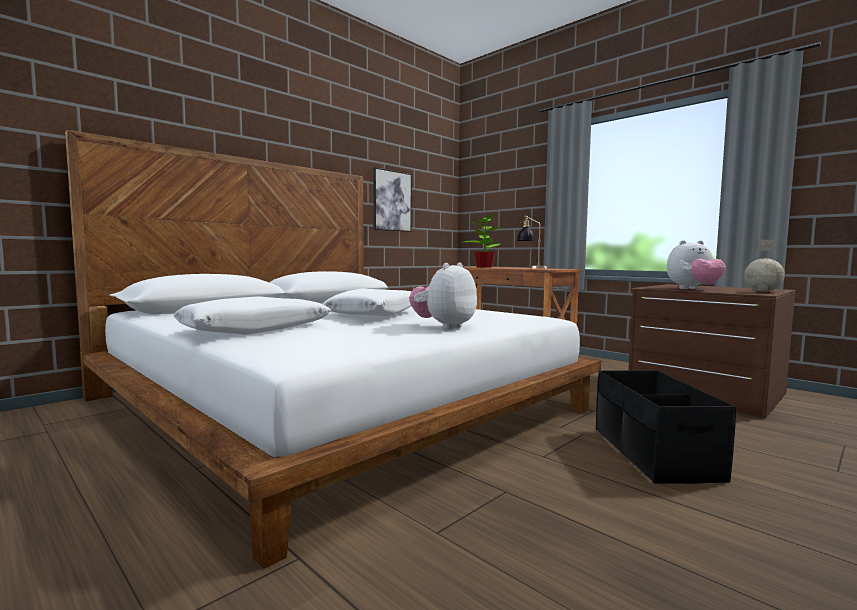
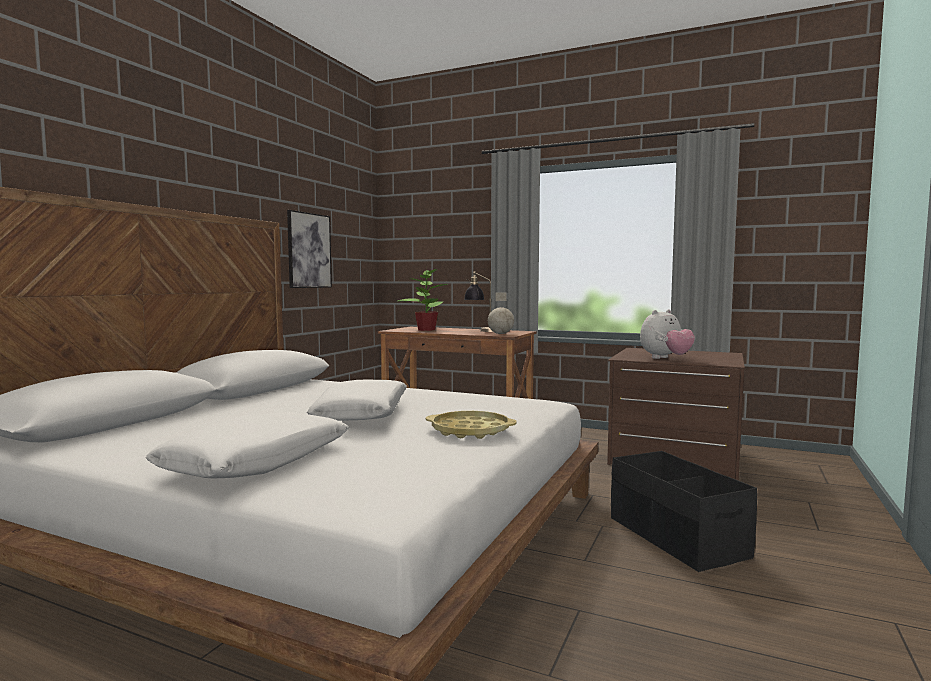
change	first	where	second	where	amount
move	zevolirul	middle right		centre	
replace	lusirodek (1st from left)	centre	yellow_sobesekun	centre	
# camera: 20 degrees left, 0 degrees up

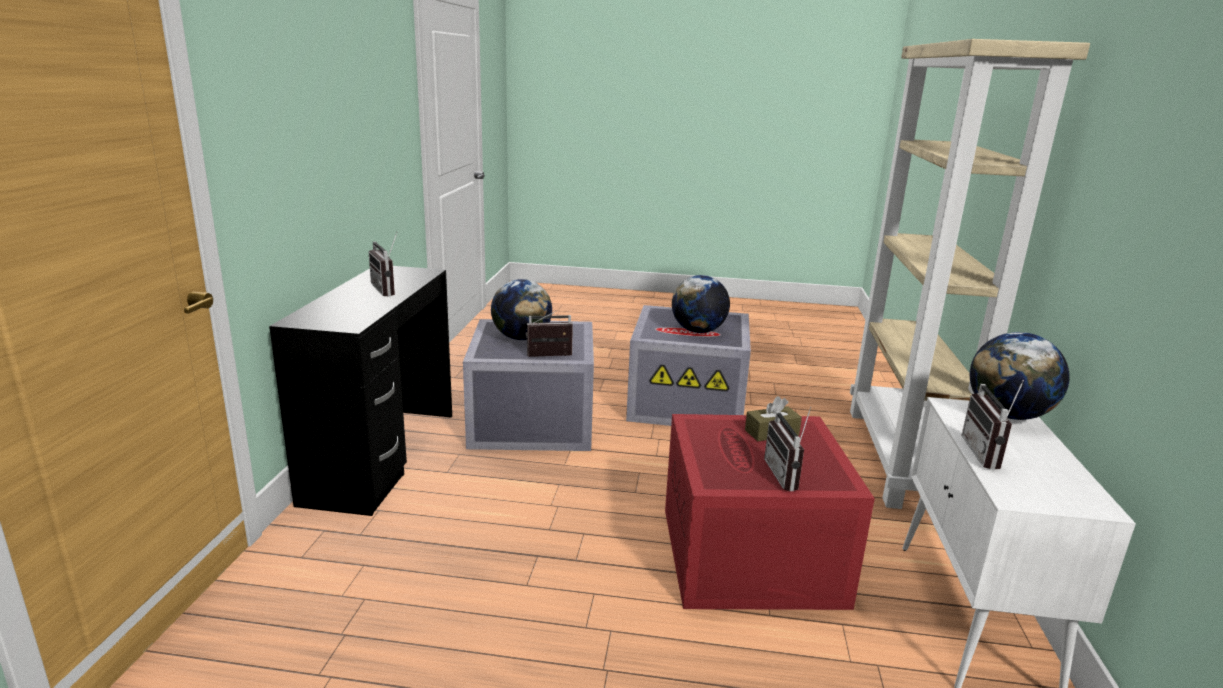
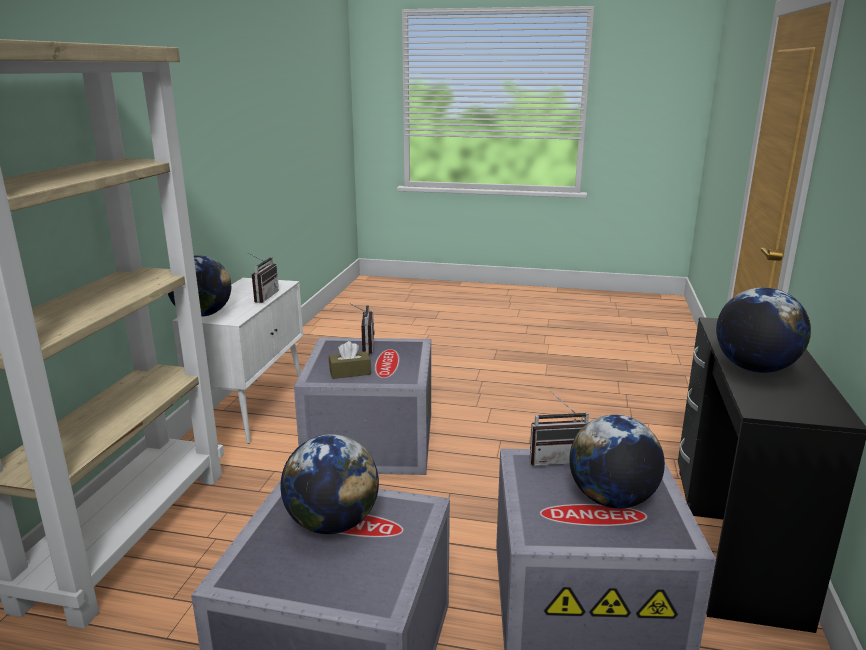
change	first	where	second	where	amount
replace	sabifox (1st from left)	middle left	zevolirul (4th from left)	middle right	
recolor	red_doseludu	bottom centre	grey_doseludu (2nd from left)	centre	
# camera: 175 degrees left, 0 degrees up

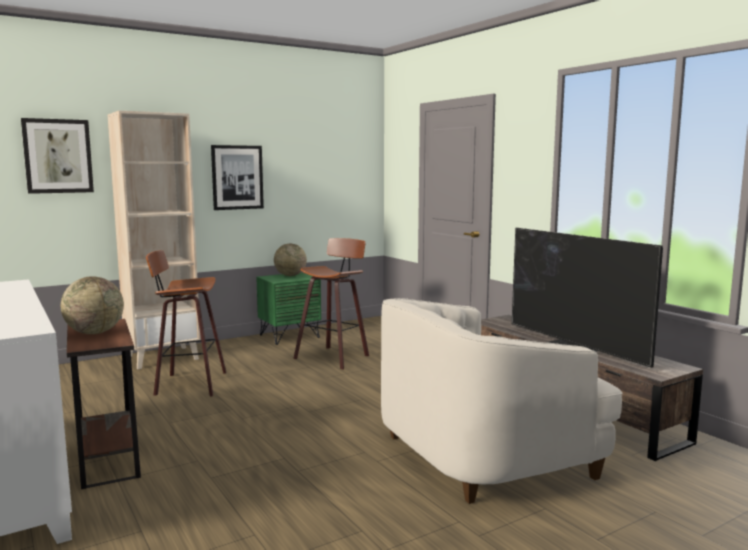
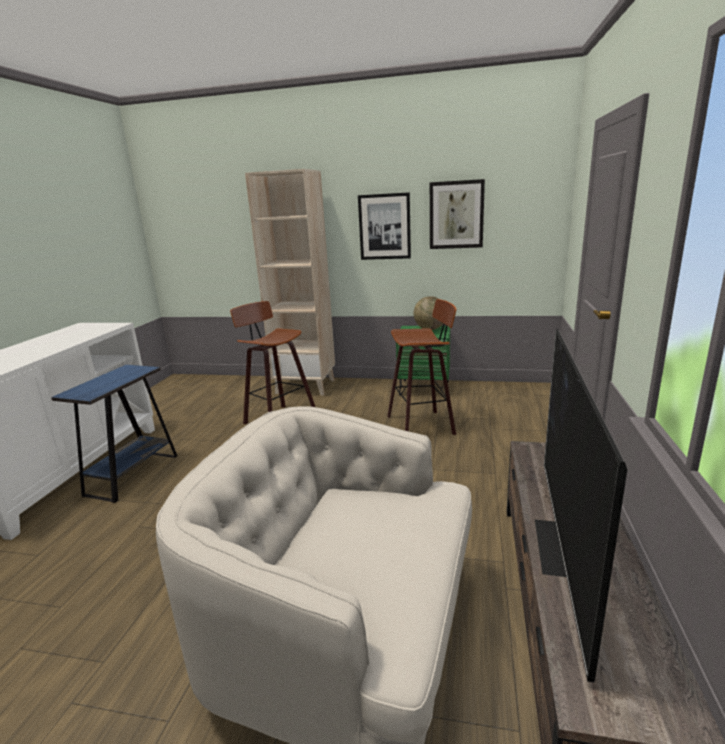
change	first	where	second	where	amount
move	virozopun (1st from left in the first image)	top left	virozopun (2nd from left)	top centre	
delete	zevolirul (1st from left)	middle left			
recolor	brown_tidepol	bottom left	blue_tidepol	middle left	
# camera: 45 degrees right, 10 degrees up

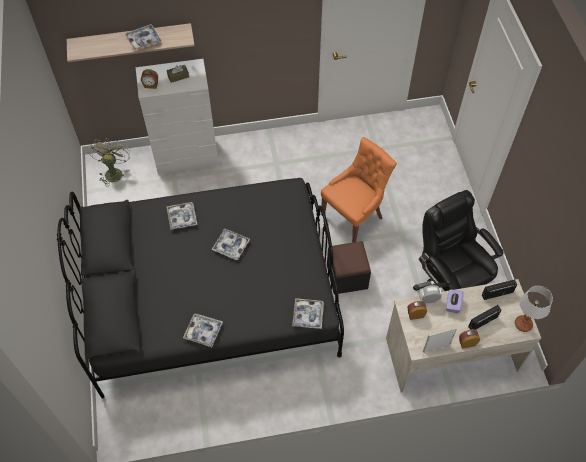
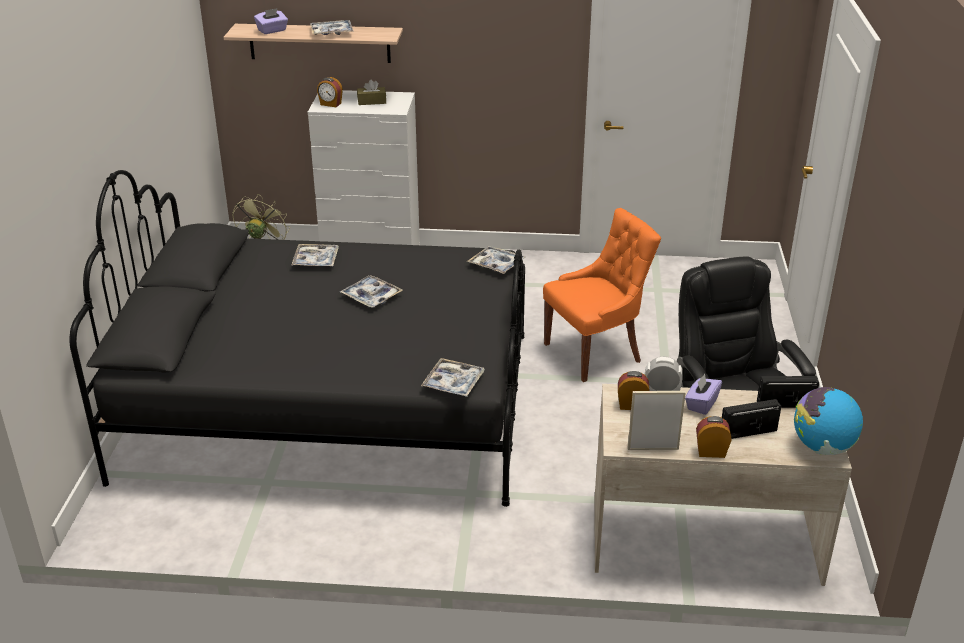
change	first	where	second	where	amount
delete	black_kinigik	centre			
replace	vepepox	bottom right	zevolirul	middle right	
move	sobesekun (3rd from left in the first image)	bottom centre	sobesekun (5th from left)	centre	
insert			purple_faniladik (1st from left)	top left	
# camera: 15 degrees right, 25 degrees down

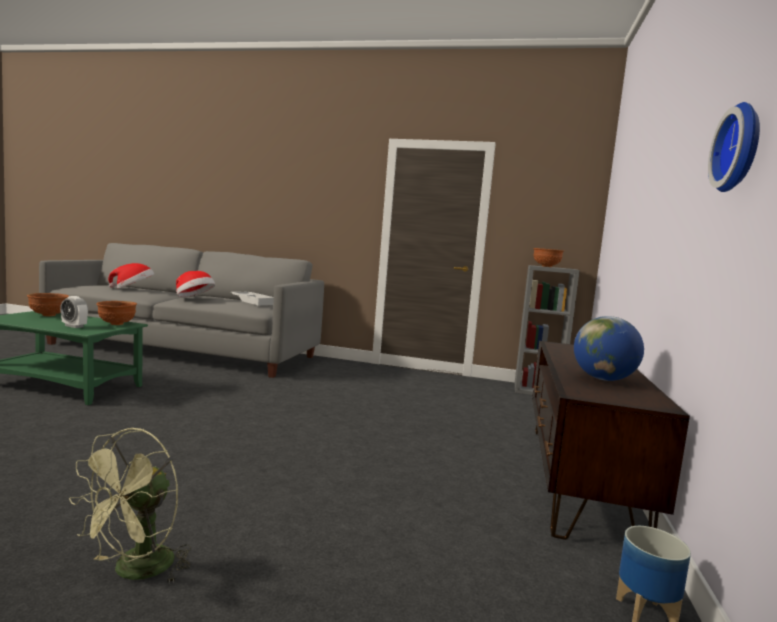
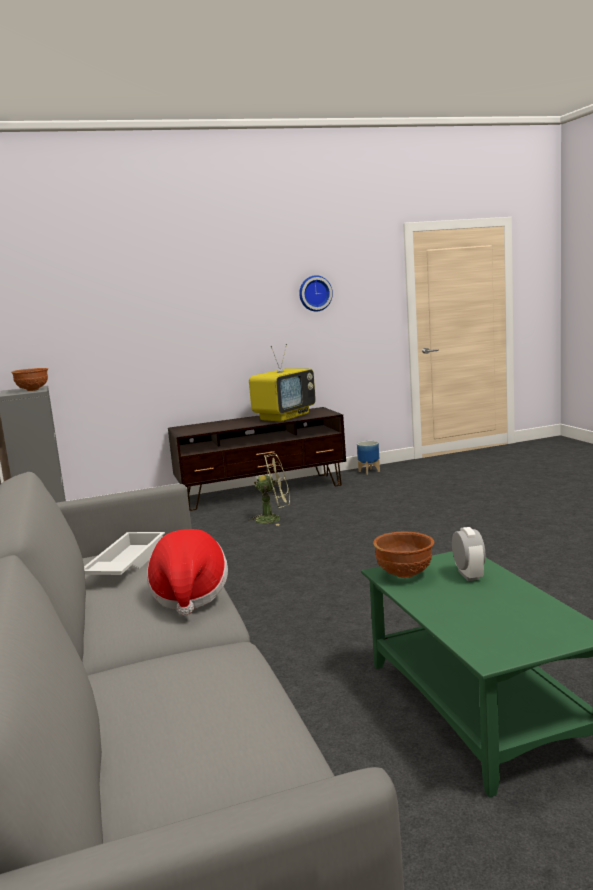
change	first	where	second	where	amount
delete	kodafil (1st from left)	middle left			
delete	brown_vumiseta (1st from left)	middle left			
replace	zevolirul	middle right	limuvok	centre	
move	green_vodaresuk	bottom left		centre	
# camera: 120 degrees left, 5 degrees up

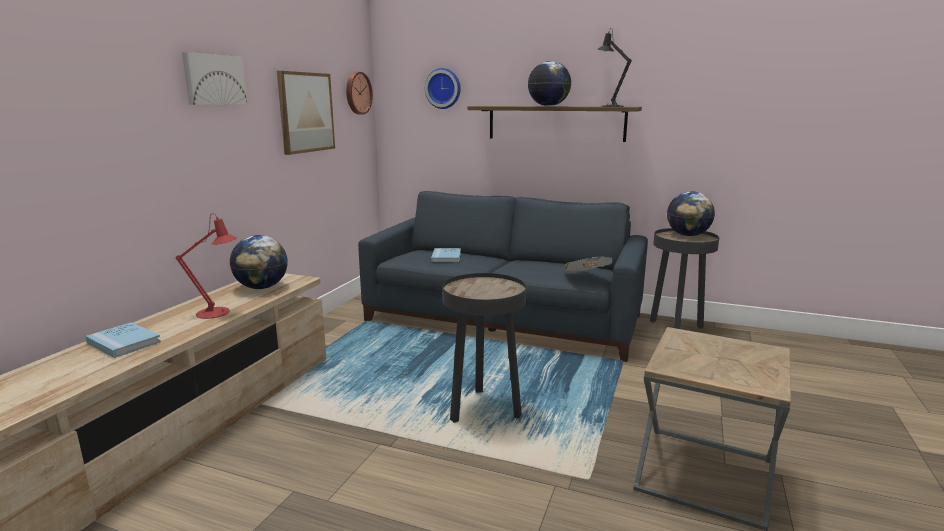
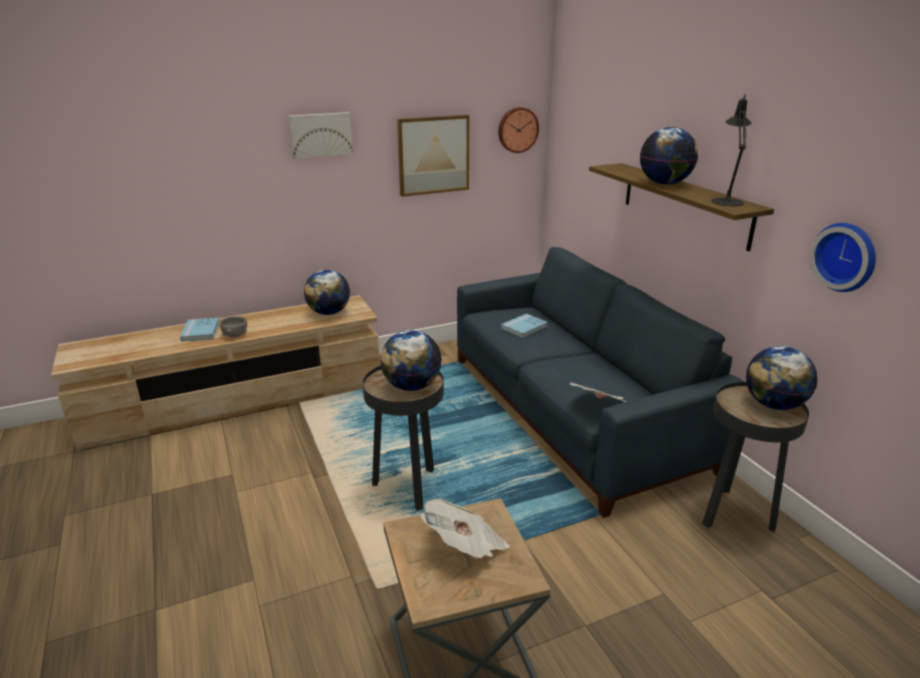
change	first	where	second	where	amount
move	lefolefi (2nd from left)	top centre		middle right	
delete	red_vepepox	middle left			
insert			grey_vumiseta	middle left	
insert			zevolirul (2nd from left)	centre	
insert			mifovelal (1st from left)	bottom centre	
# camera: 45 degrees right, 10 degrees up

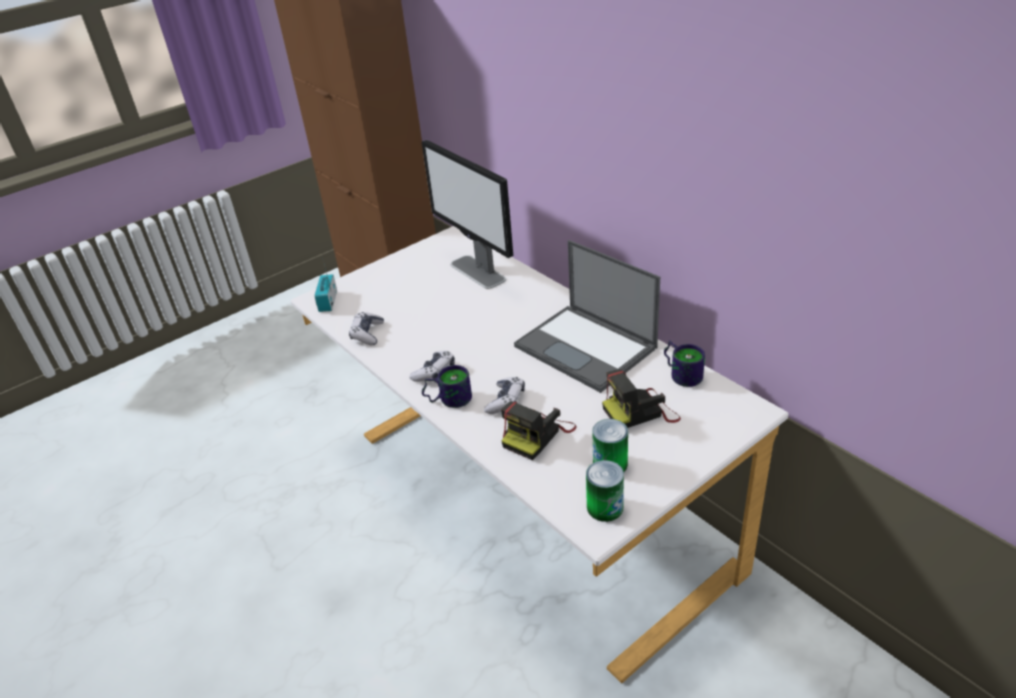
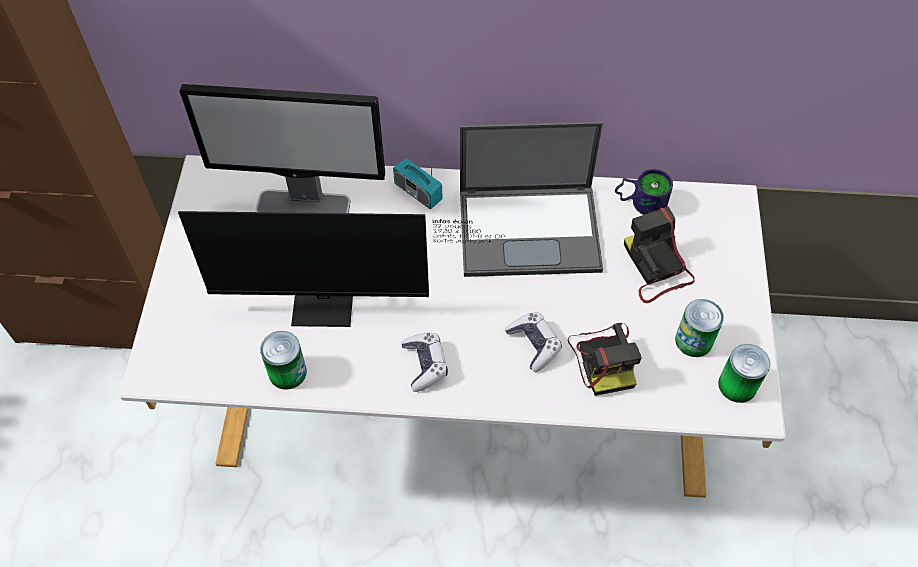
change	first	where	second	where	amount
move	sabifox	middle left		top centre	
replace	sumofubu (1st from left)	centre	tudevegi (1st from left)	middle left	
delete	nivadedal (1st from left)	centre			
rotate	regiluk (2nd from left)	centre		middle right	135 degrees clockwise
insert			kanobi (2nd from left)	centre	
# camera: 50 degrees left, 20 degrees up

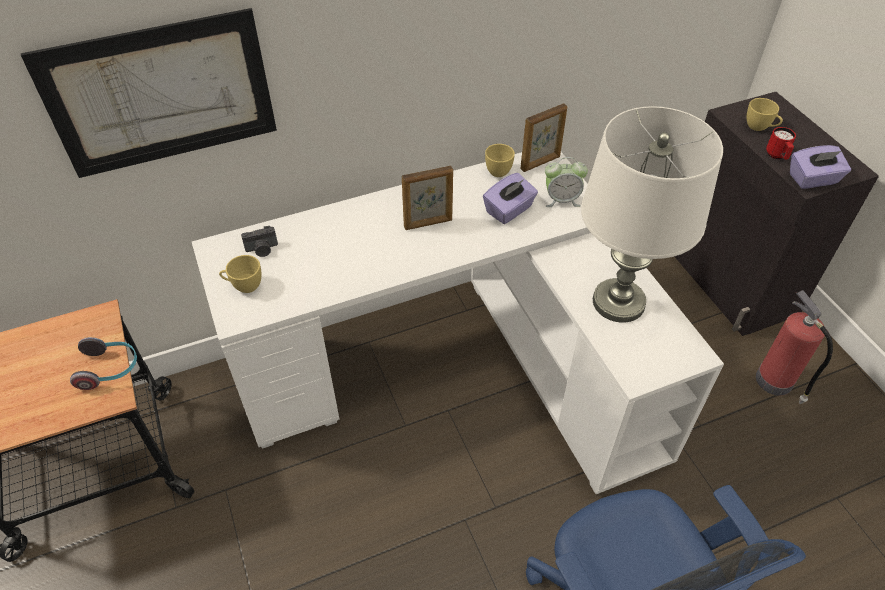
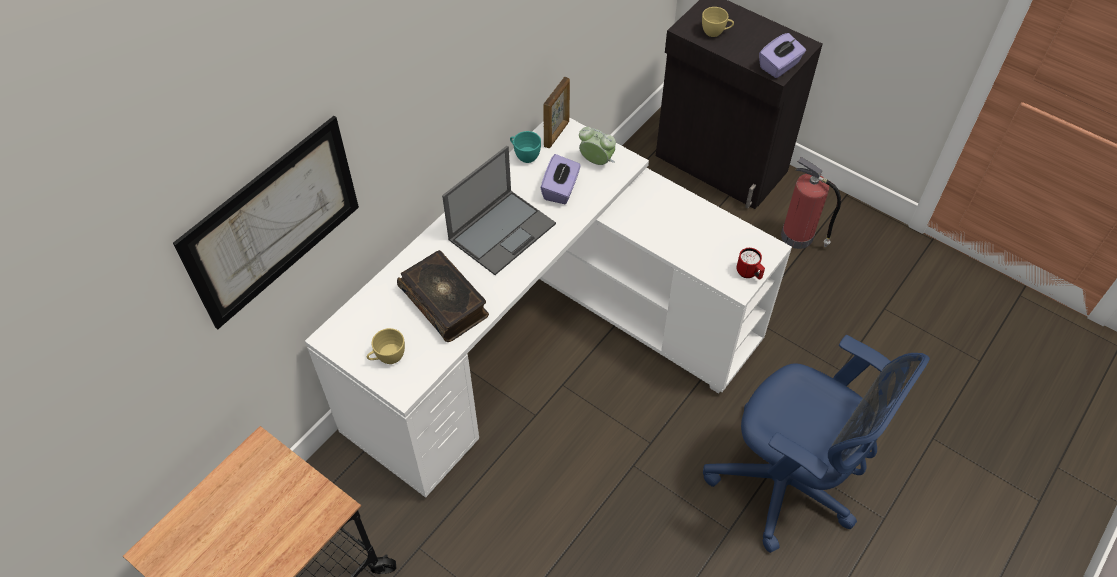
change	first	where	second	where	amount
delete	white_vepepox	middle right			
move	red_nivadedal	top right		middle right	
recolor	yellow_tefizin (2nd from left)	top centre	turquoise_tefizin	top centre	
rotate	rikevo	top centre		top centre	120 degrees counterclockwise
replace	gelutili (1st from left)	centre	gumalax	centre	
delete	regiluk	middle left			
delete	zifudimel	middle left			
insert			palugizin	centre	
# camera: 30 degrees left, 5 degrees up

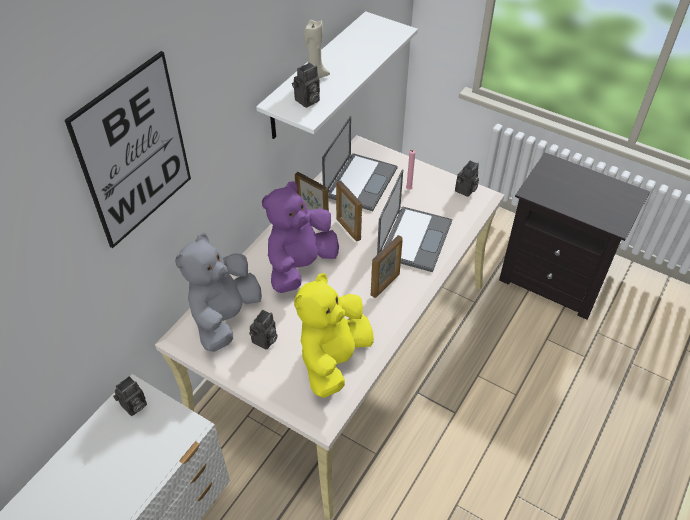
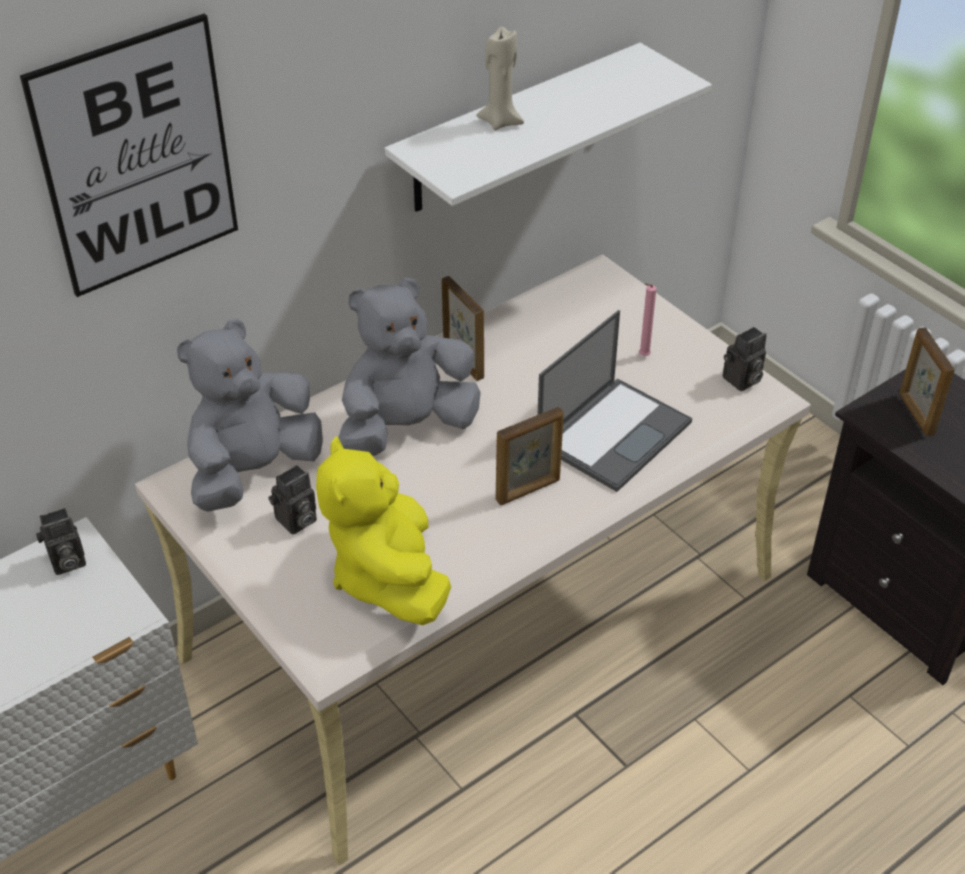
change	first	where	second	where	amount
delete	regiluk (3rd from left)	top centre			
delete	gumalax (1st from left)	top centre			
move	gelutili (2nd from left in the first image)	centre	gelutili (3rd from left)	middle right	
recolor	purple_lusirodek	centre	grey_lusirodek (2nd from left)	centre	
rotate	yellow_lusirodek	centre		centre	60 degrees counterclockwise
# camera: 20 degrees right, 5 degrees down

